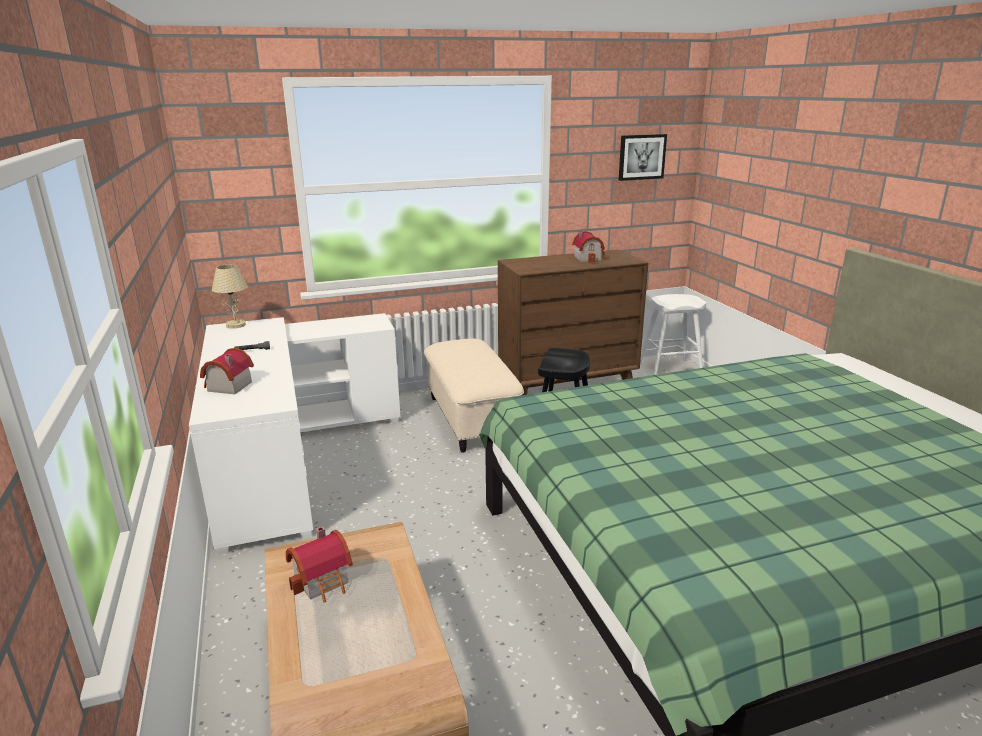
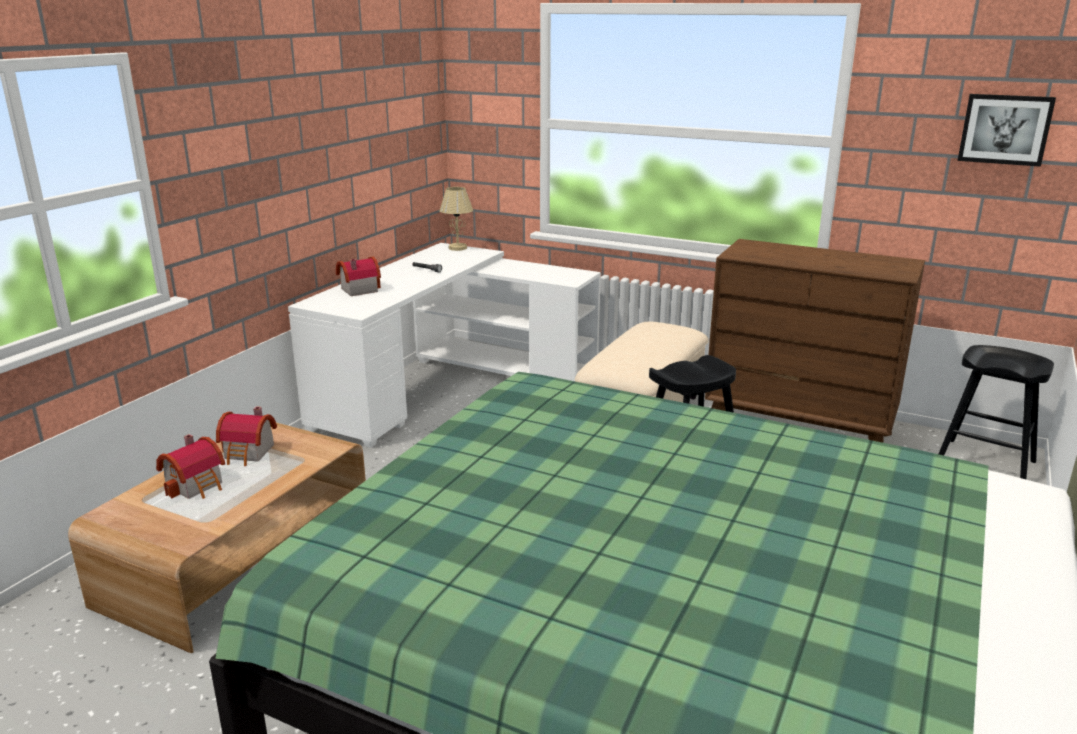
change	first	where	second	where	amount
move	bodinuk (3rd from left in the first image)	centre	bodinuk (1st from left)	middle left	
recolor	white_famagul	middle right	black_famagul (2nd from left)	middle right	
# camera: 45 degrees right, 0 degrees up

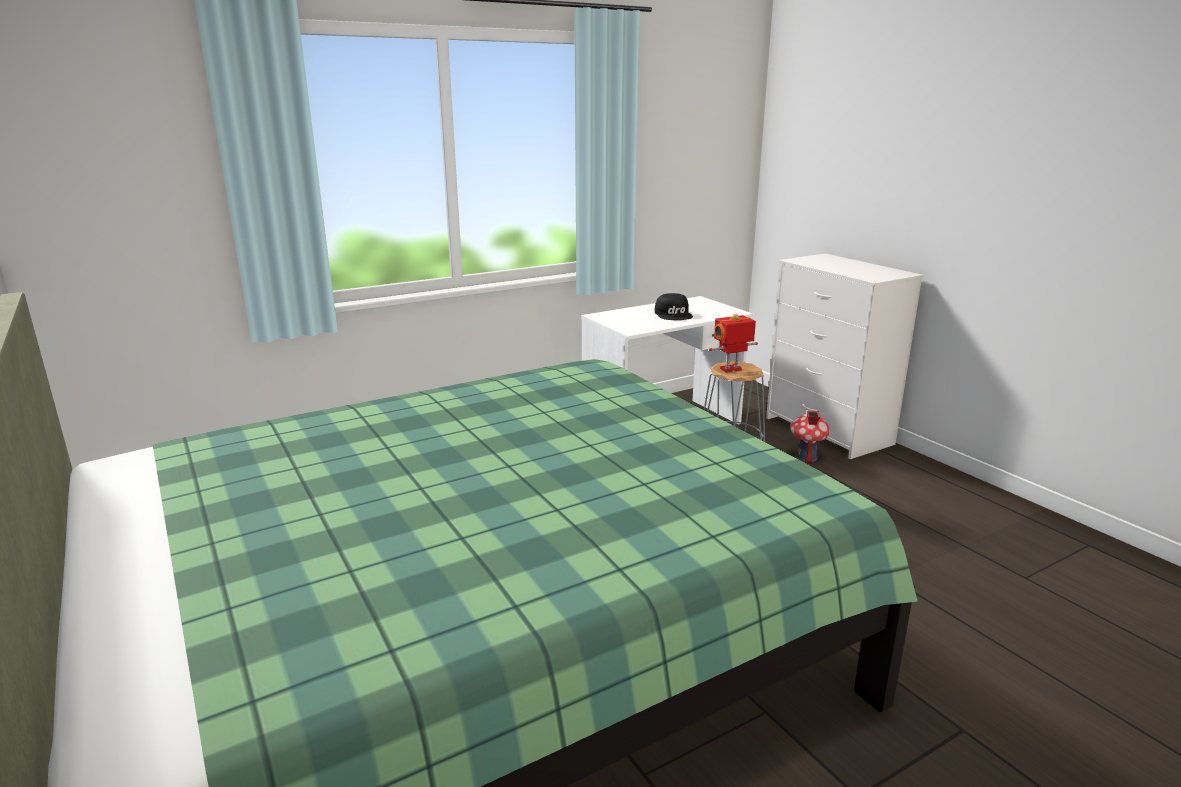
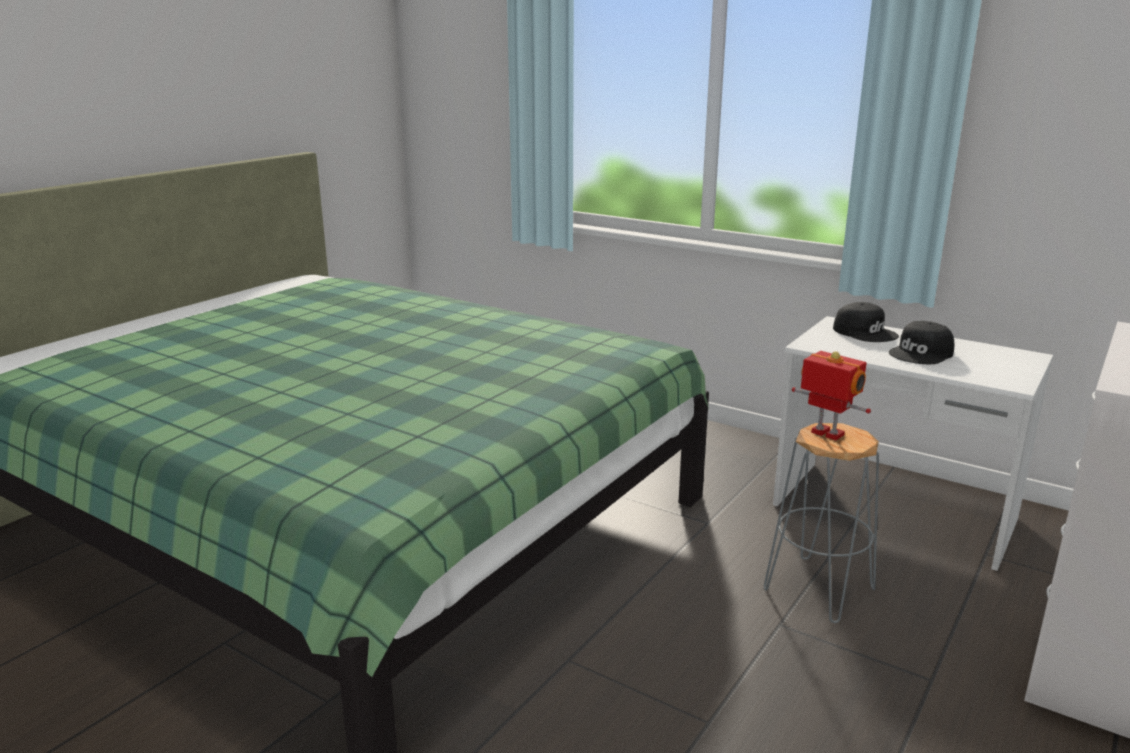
change	first	where	second	where	amount
delete	bodinuk	middle right			
insert			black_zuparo (1st from left)	middle right	
# camera: 65 degrees right, 0 degrees up

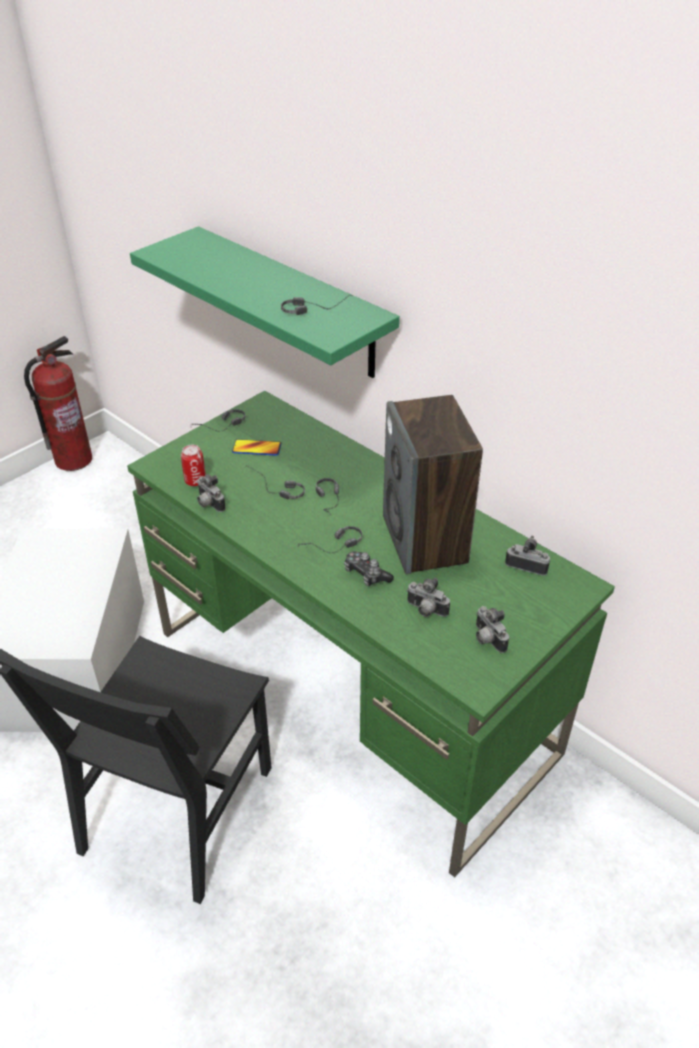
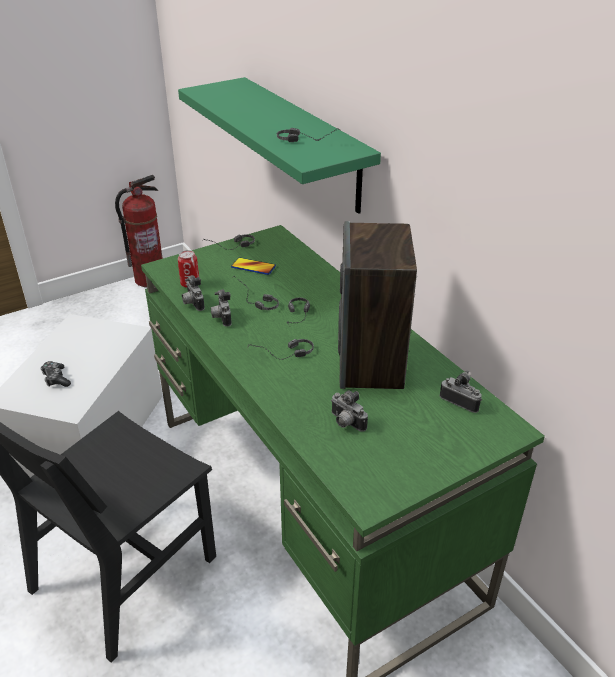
change	first	where	second	where	amount
move	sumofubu	centre		middle left	
move	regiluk (3rd from left in the first image)	middle right	regiluk (2nd from left)	centre	
# camera: 15 degrees right, 5 degrees down

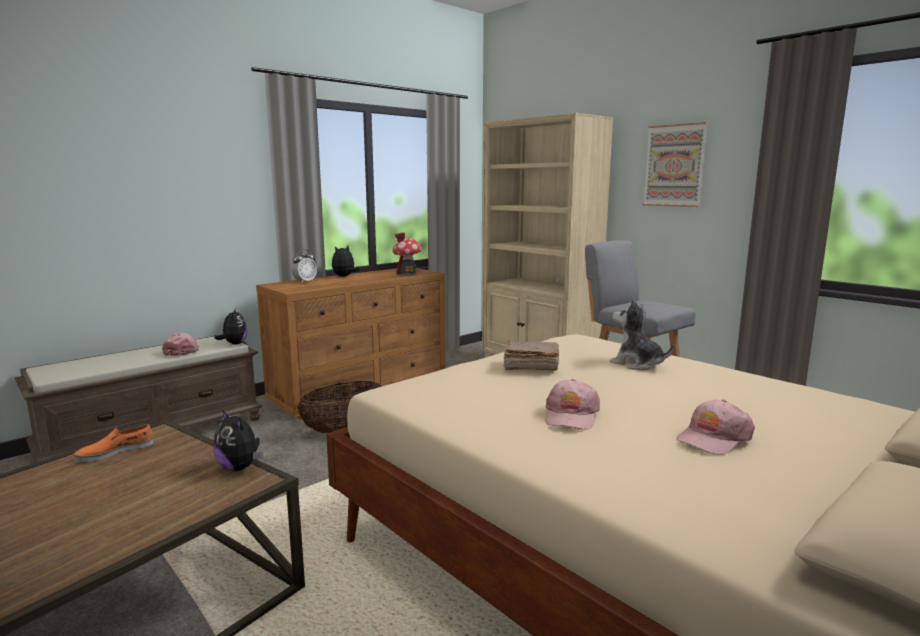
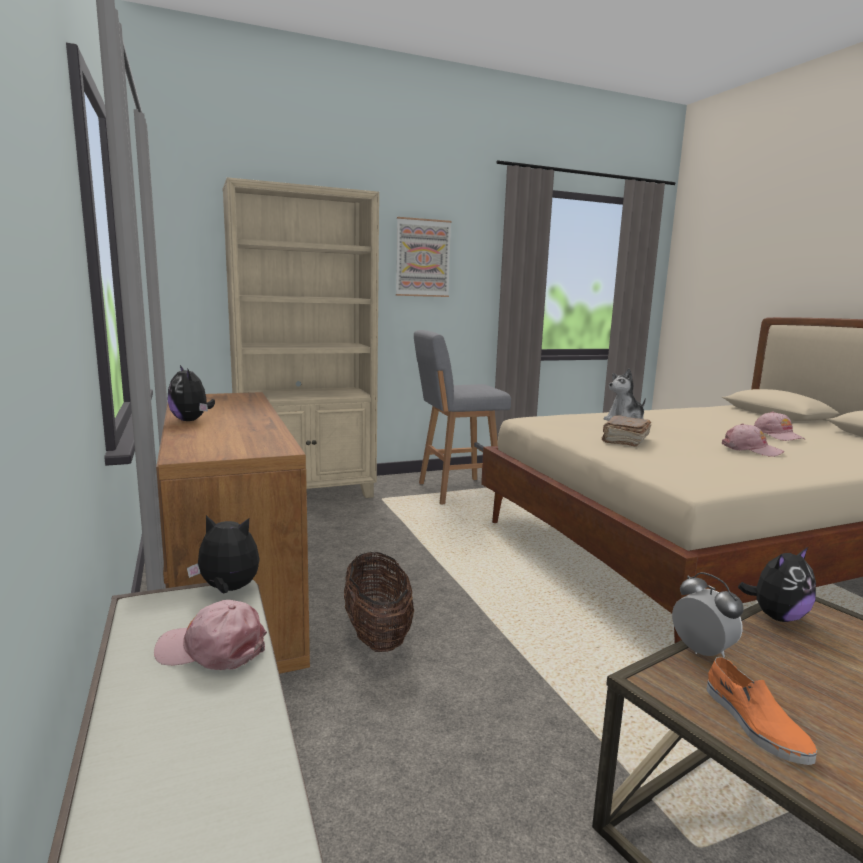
change	first	where	second	where	amount
delete	bodinuk	centre			
move	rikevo	middle left		bottom right	
# camera: 70 degrees left, 0 degrees up

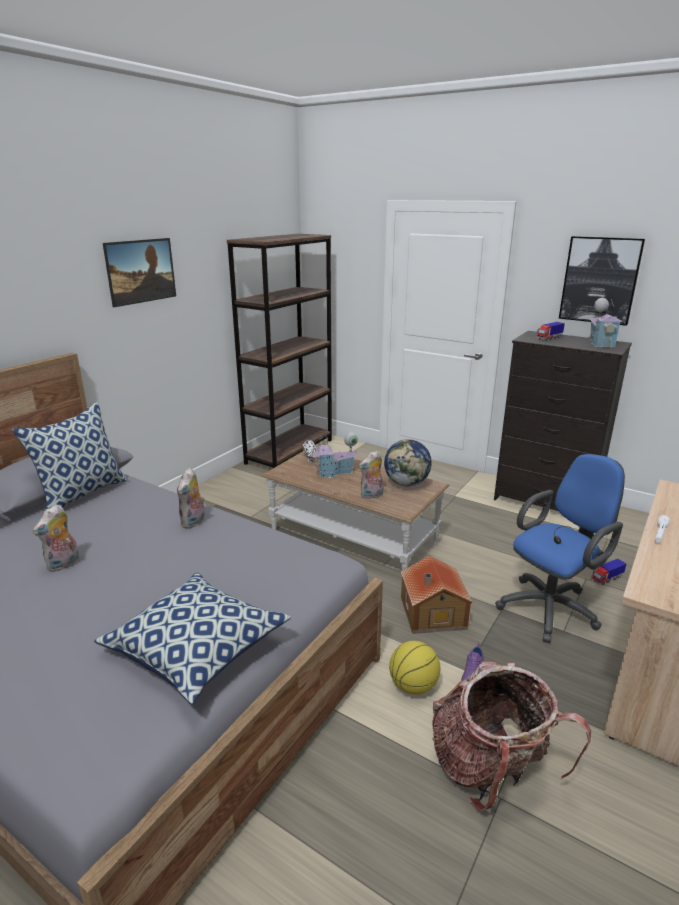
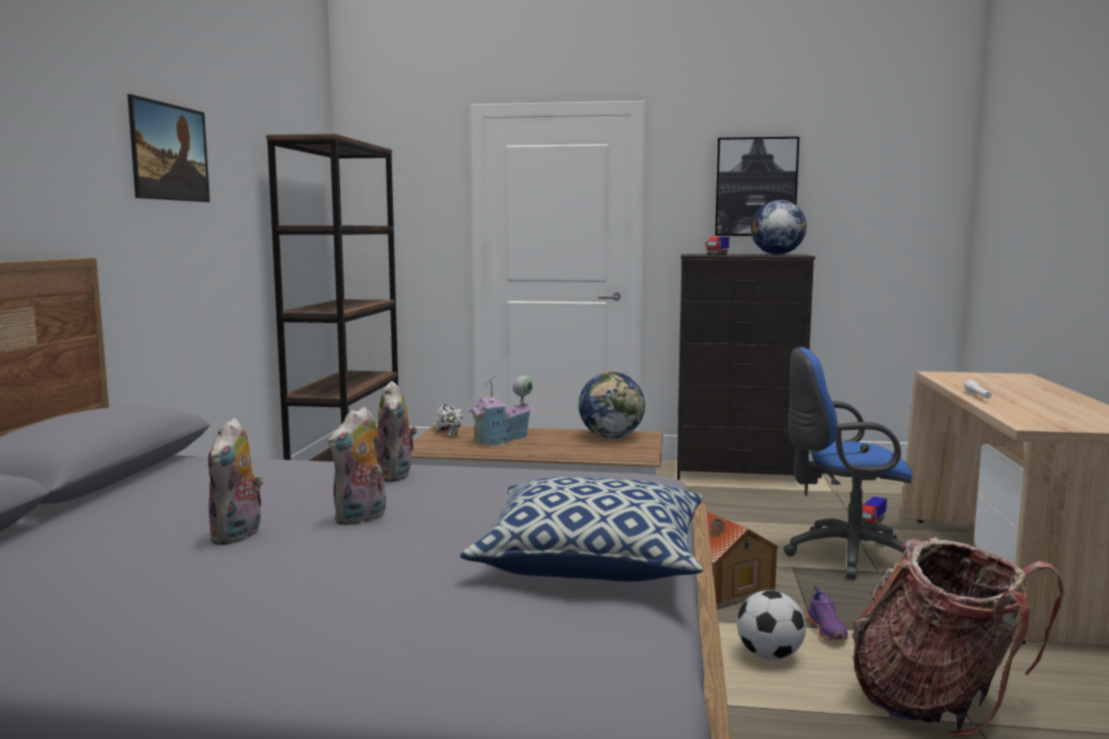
change	first	where	second	where	amount
replace	bodinuk (3rd from left)	middle right	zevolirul (2nd from left)	top right	
delete	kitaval (1st from left)	middle left			
move	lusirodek (3rd from left in the first image)	centre	lusirodek (2nd from left)	middle left	
rotate	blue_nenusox	middle right		middle right	120 degrees counterclockwise
replace	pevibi	bottom centre	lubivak	bottom right	
# camera: 25 degrees left, 15 degrees down

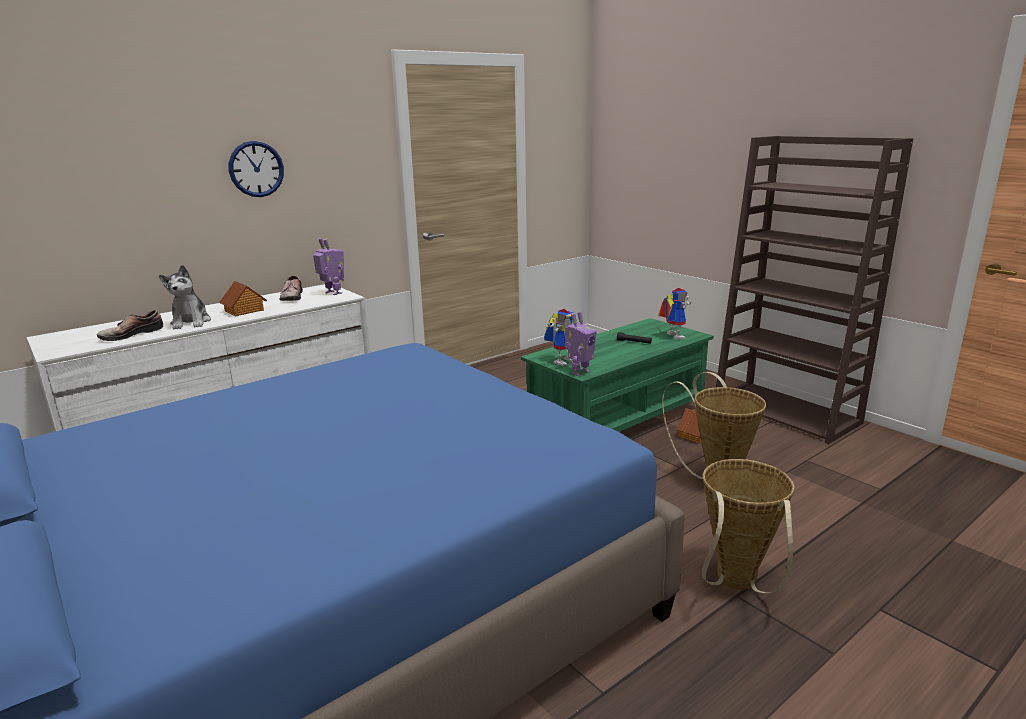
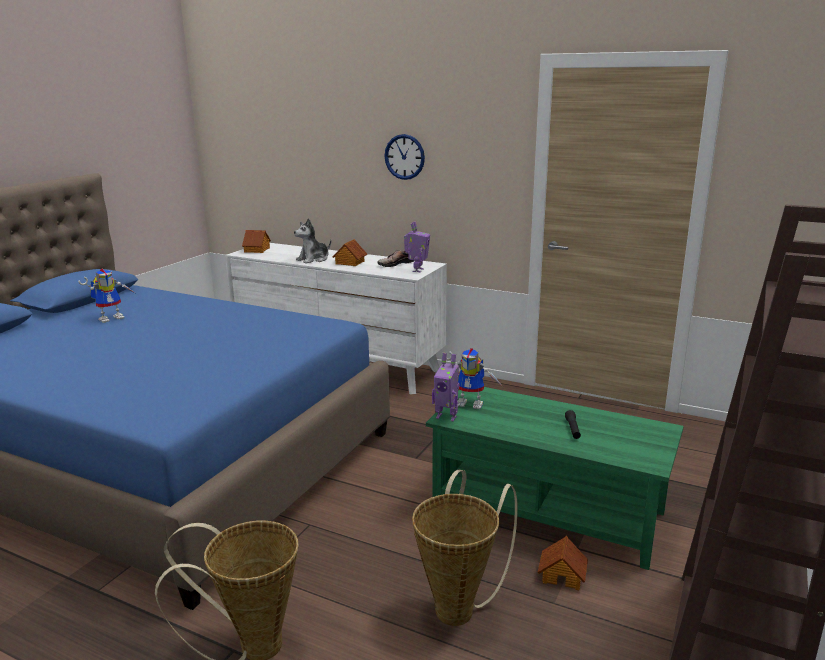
change	first	where	second	where	amount
move	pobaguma (4th from left in the first image)	centre	pobaguma (1st from left)	middle left	
delete	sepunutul (1st from left)	middle left			
insert			bodinuk (1st from left)	middle left	
# camera: 65 degrees right, 0 degrees up

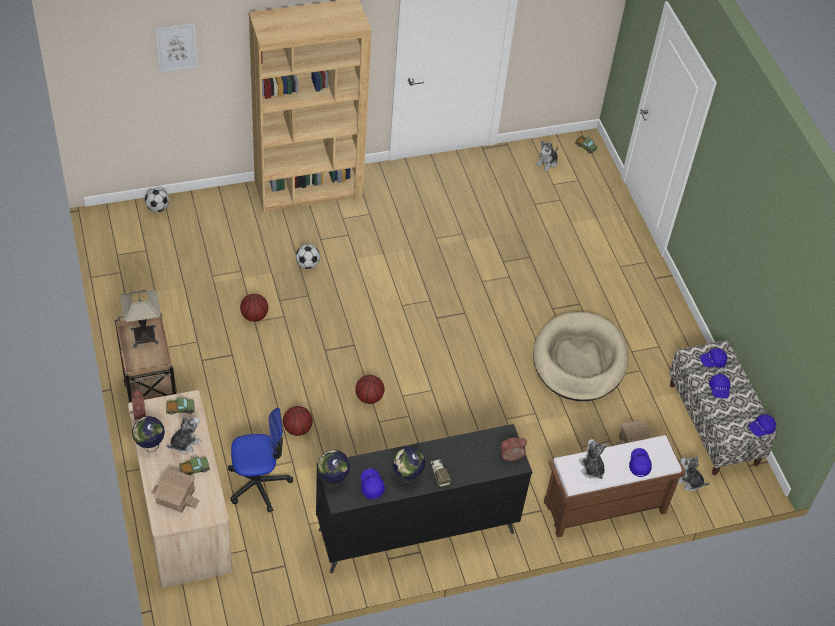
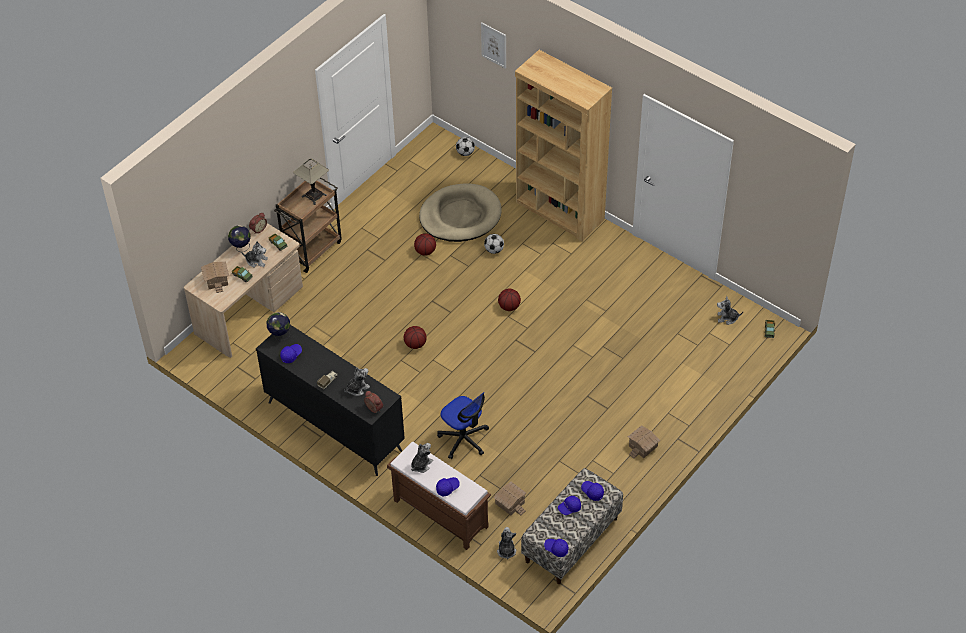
change	first	where	second	where	amount
move	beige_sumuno	middle right		centre	
move	pevibi (2nd from left in the first image)	bottom centre	pevibi (3rd from left)	centre	
move	nenusox	bottom left		bottom centre	
delete	zevolirul (3rd from left)	bottom centre			
insert			lusirodek (2nd from left)	centre	
insert			bodinuk (3rd from left)	bottom right	
# camera: 60 degrees right, 0 degrees up

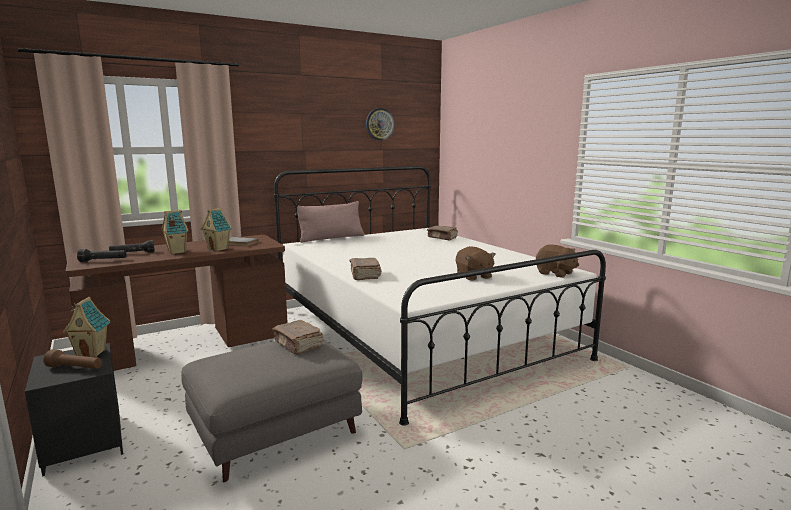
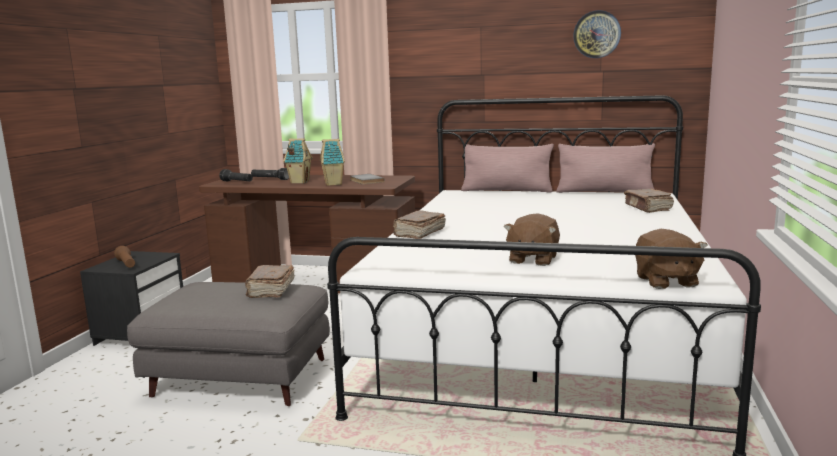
change	first	where	second	where	amount
delete	bodinuk (1st from left)	middle left			
insert			pink_kitaval (2nd from left)	middle right	
# camera: 45 degrees right, 0 degrees up

